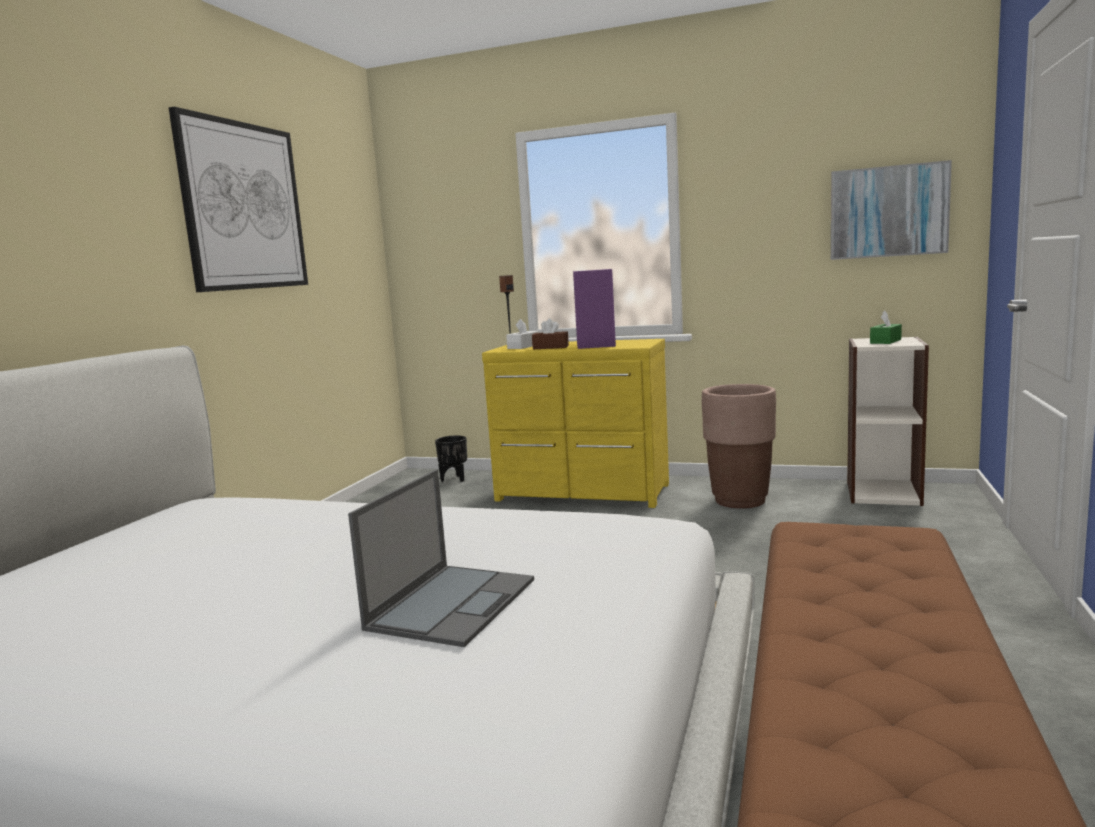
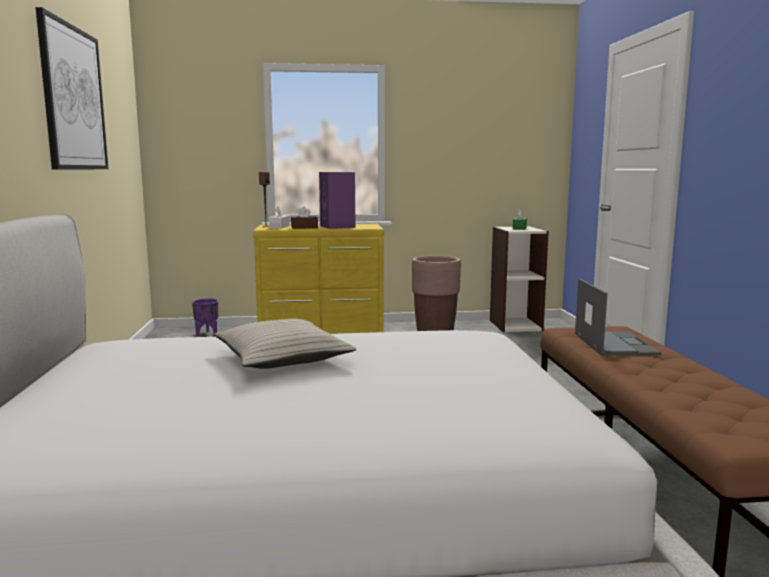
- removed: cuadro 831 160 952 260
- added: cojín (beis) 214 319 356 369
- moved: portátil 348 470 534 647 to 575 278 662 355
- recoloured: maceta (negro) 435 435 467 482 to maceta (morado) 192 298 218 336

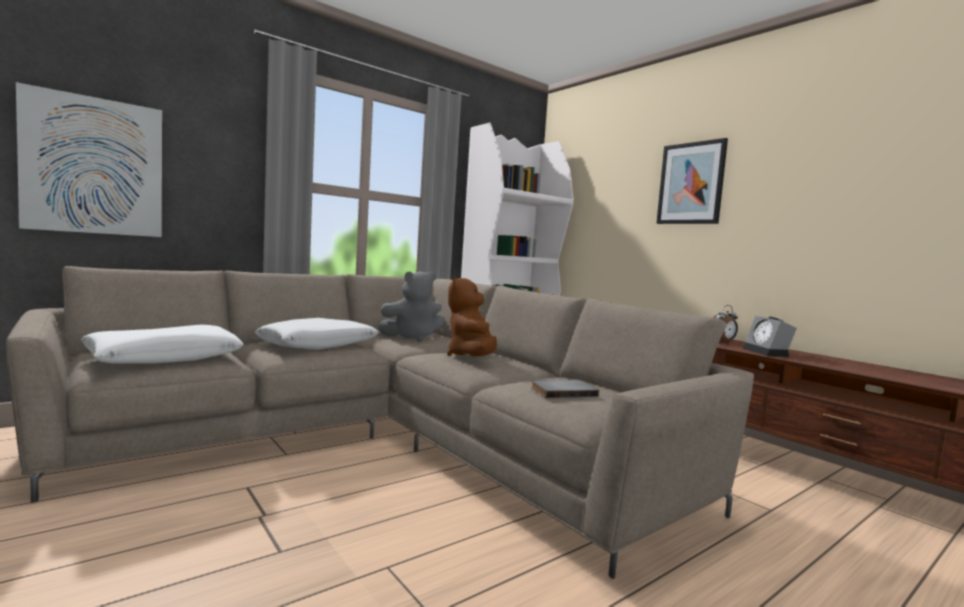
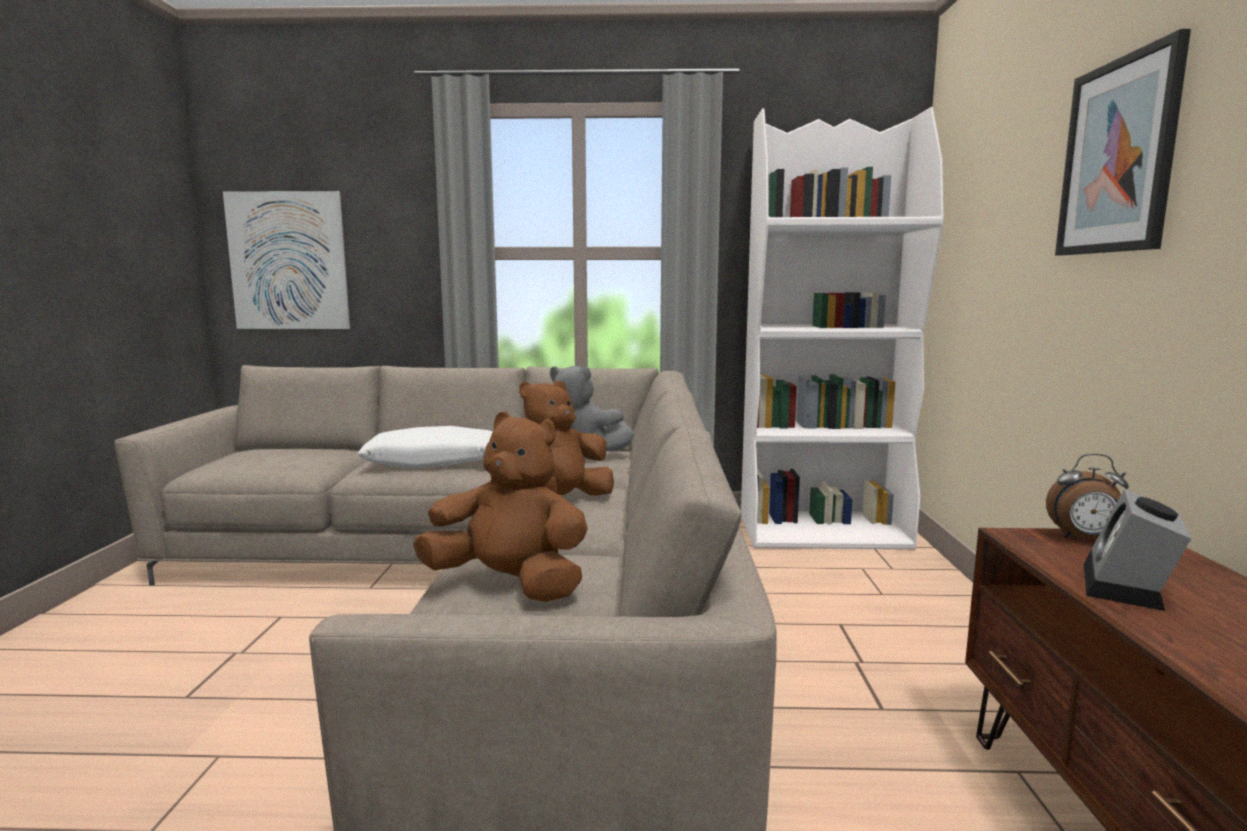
- removed: cojín (blanco) 81 325 244 364
- replaced: libro (gris) 531 380 599 398 to peluche (marrón) 413 412 588 602

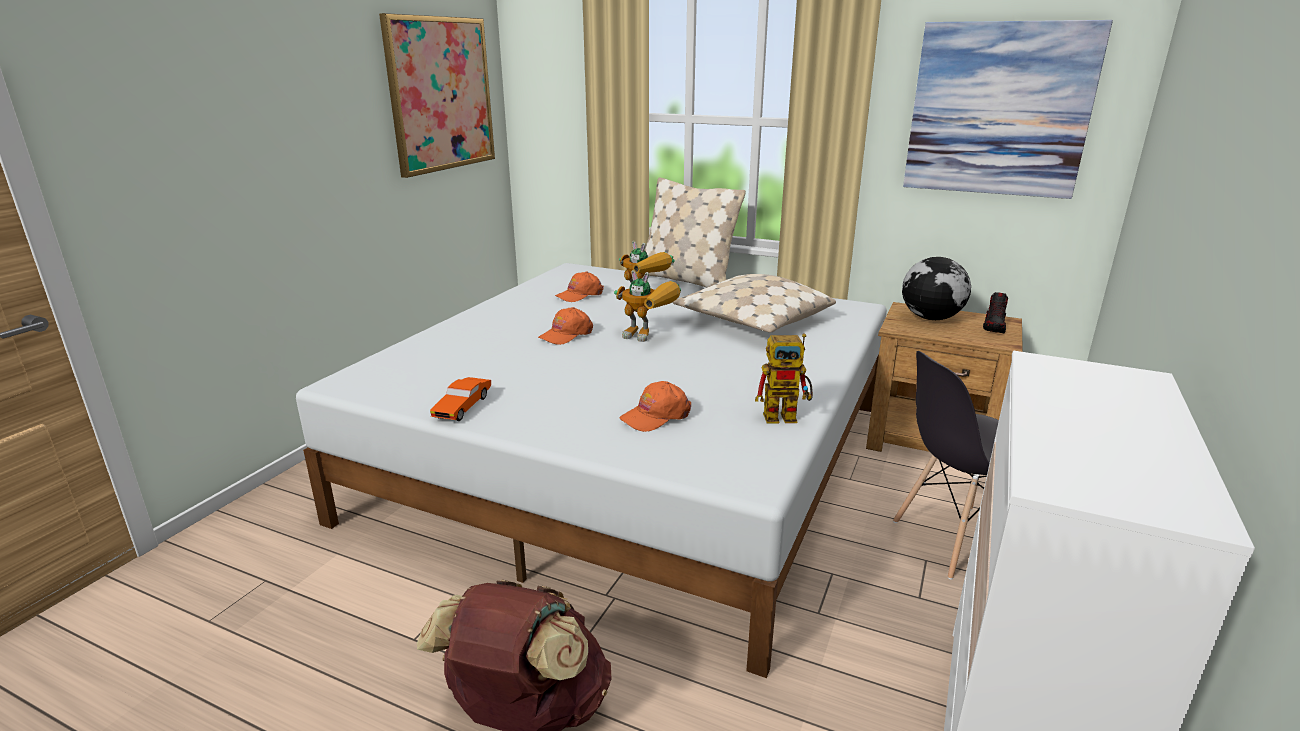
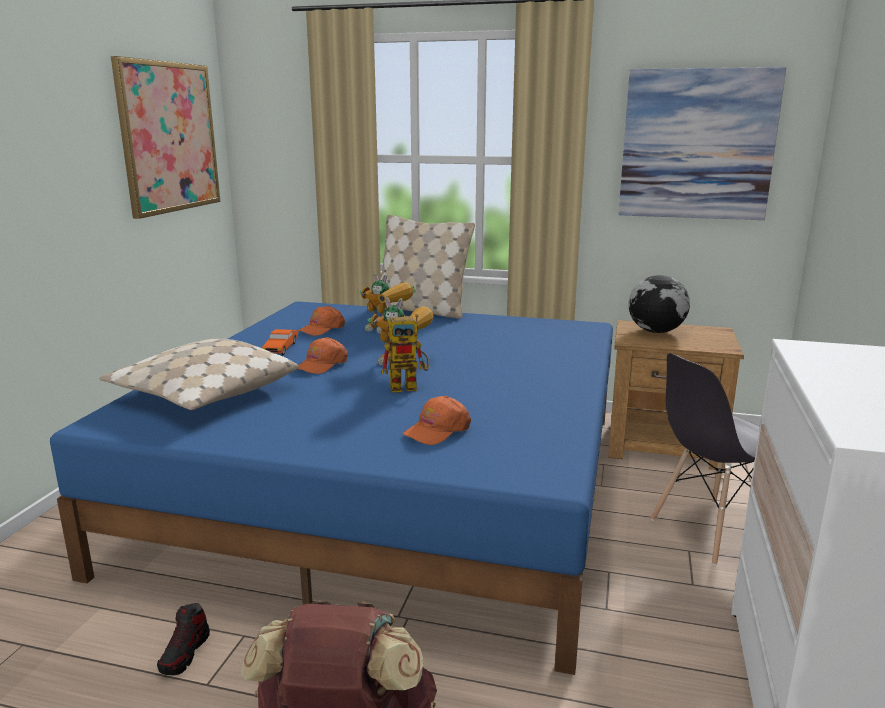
- moved: coche de juguete (naranja) 430 377 491 421 to 262 329 298 355
- moved: cojín (beis) 673 274 836 333 to 99 339 299 410
- moved: robot de juguete 755 334 813 424 to 381 314 429 393
- moved: zapato 983 292 1008 333 to 157 603 210 675
- recoloured: cama (blanco) 296 263 887 678 to cama (azul) 50 301 613 675

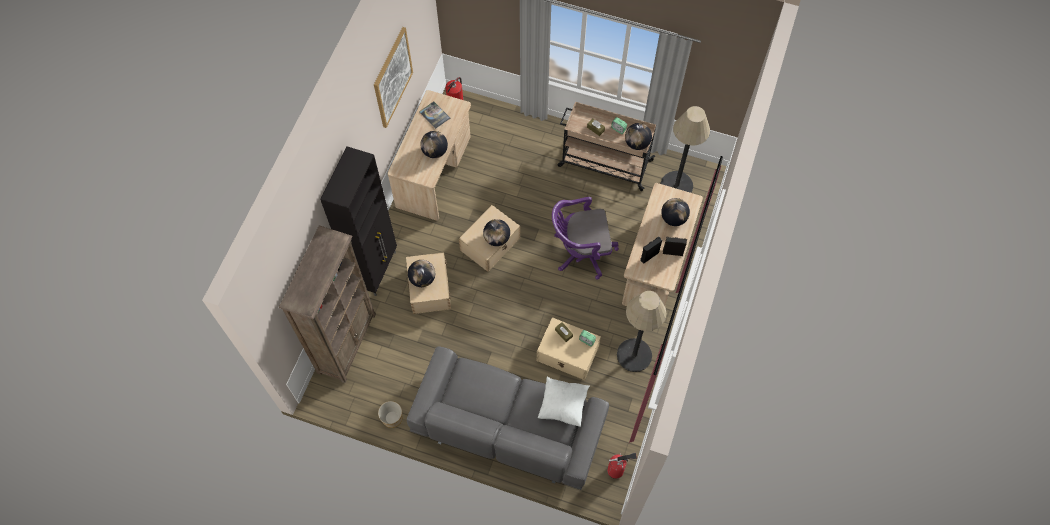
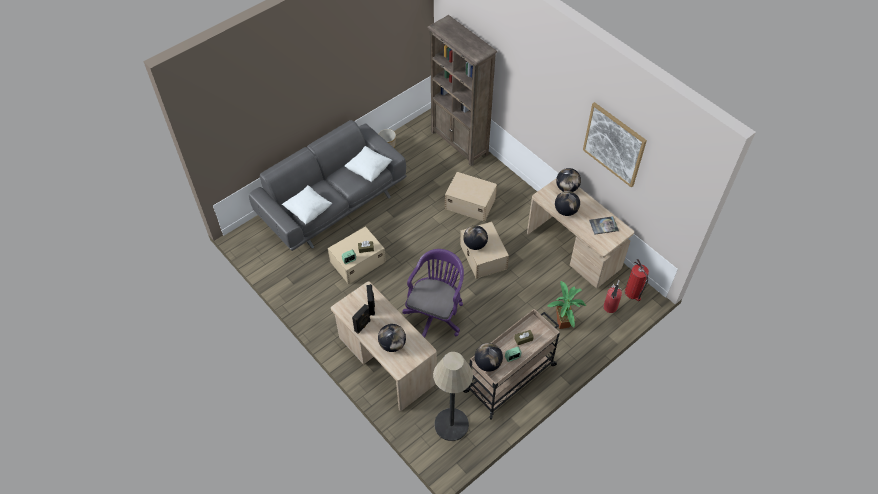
- removed: armario (negro) 320 146 397 296
- removed: lámpara de pie 617 291 667 372
- added: cojín (blanco) 345 146 392 182
- added: planta en maceta 548 281 586 329
- moved: globo terráqueo 408 260 435 287 to 556 168 581 192
- moved: extintor 607 453 637 479 to 603 280 622 313

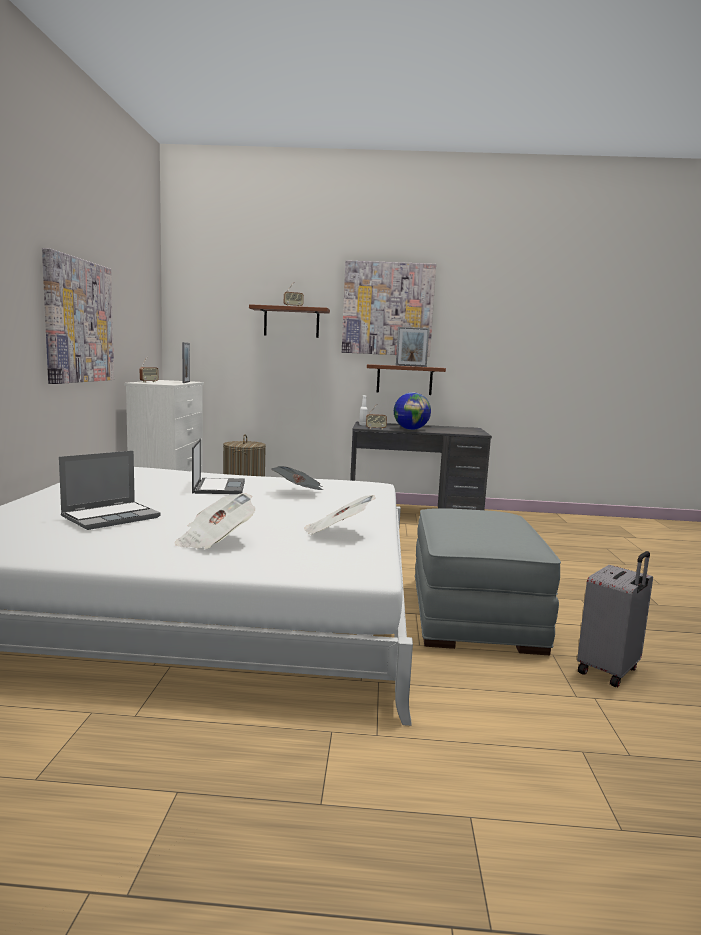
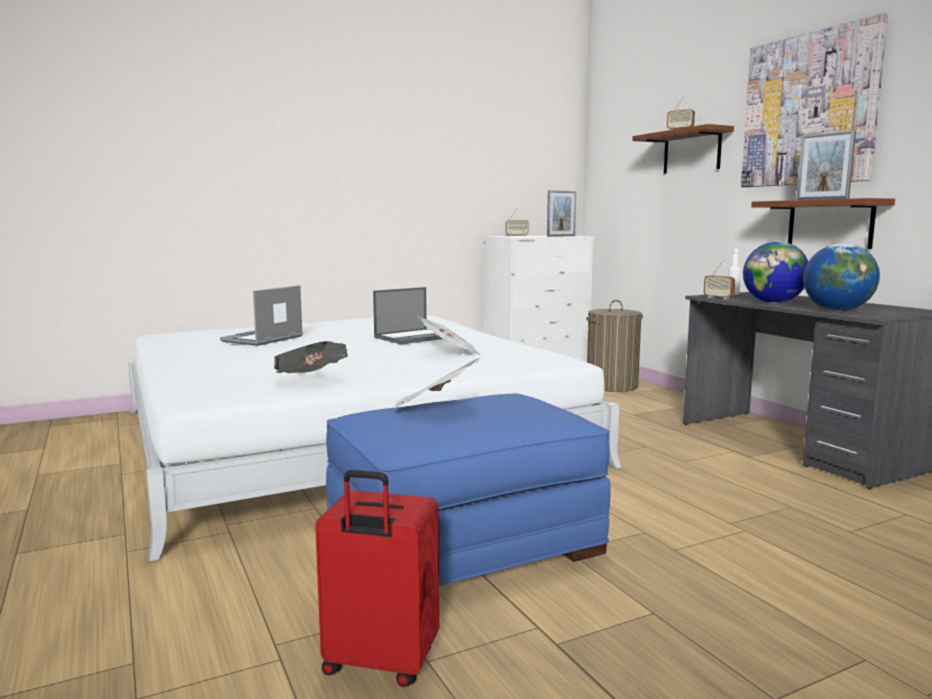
- removed: cuadro 42 248 114 384
- added: globo terráqueo 803 243 880 311
- moved: periódico 175 493 255 549 to 396 358 480 407
- recoloured: puf (gris) 415 508 561 655 to puf (azul) 326 394 611 586
- recoloured: maleta (gris) 577 551 653 688 to maleta (rojo) 315 470 439 687
- turned: portátil 59 451 161 530 = 220 285 303 346 105 degrees clockwise

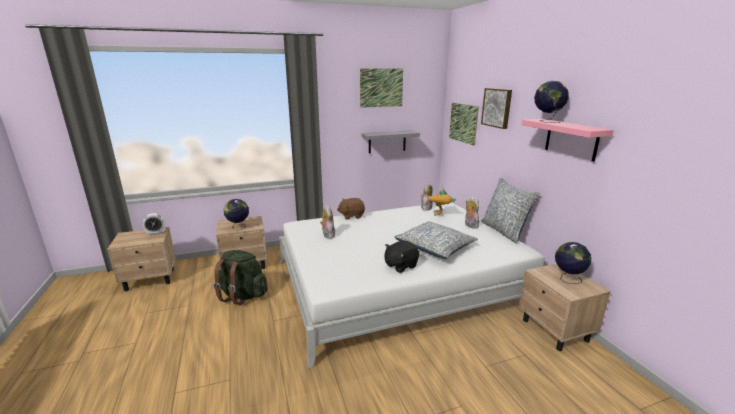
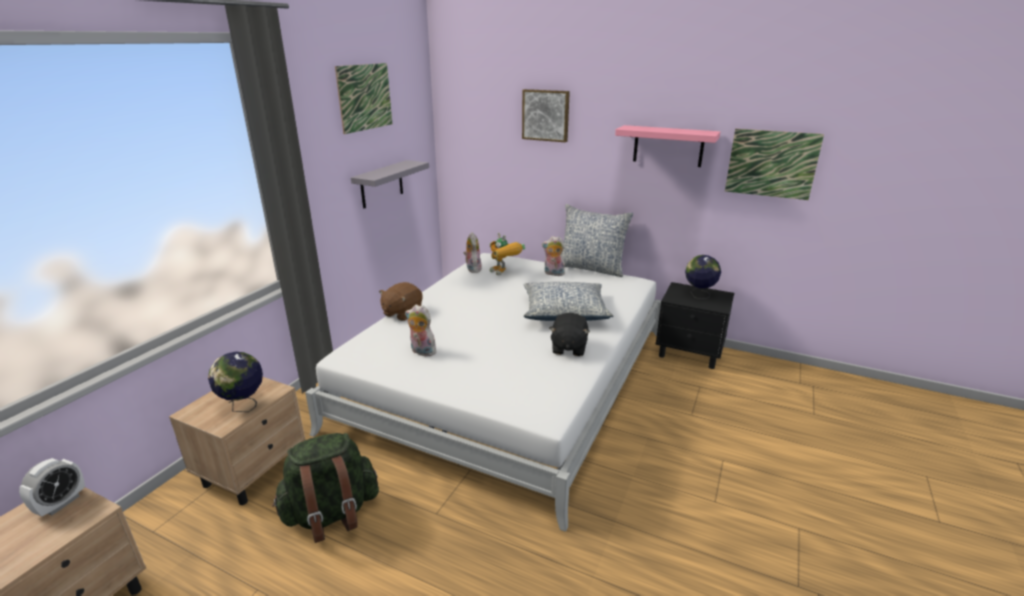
- removed: globo terráqueo 534 81 569 123
- moved: cuadro 449 103 479 146 to 725 129 824 200
- recoloured: mesita de noche (beis) 519 264 611 351 to mesita de noche (negro) 656 282 734 369

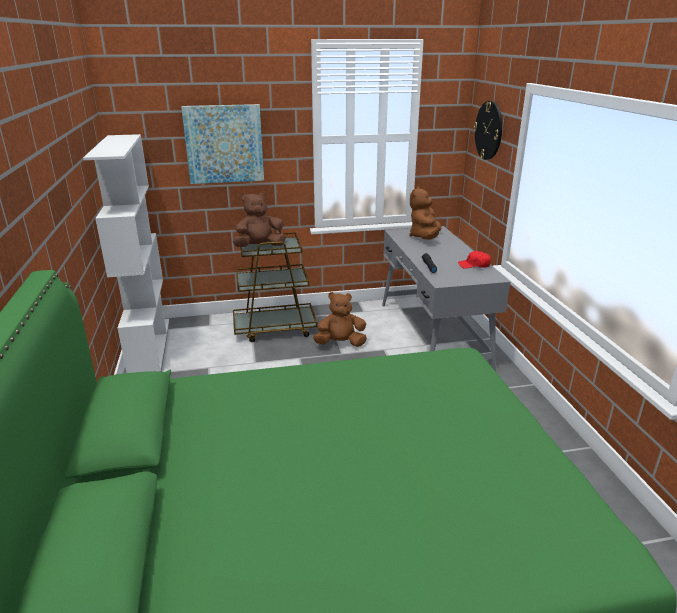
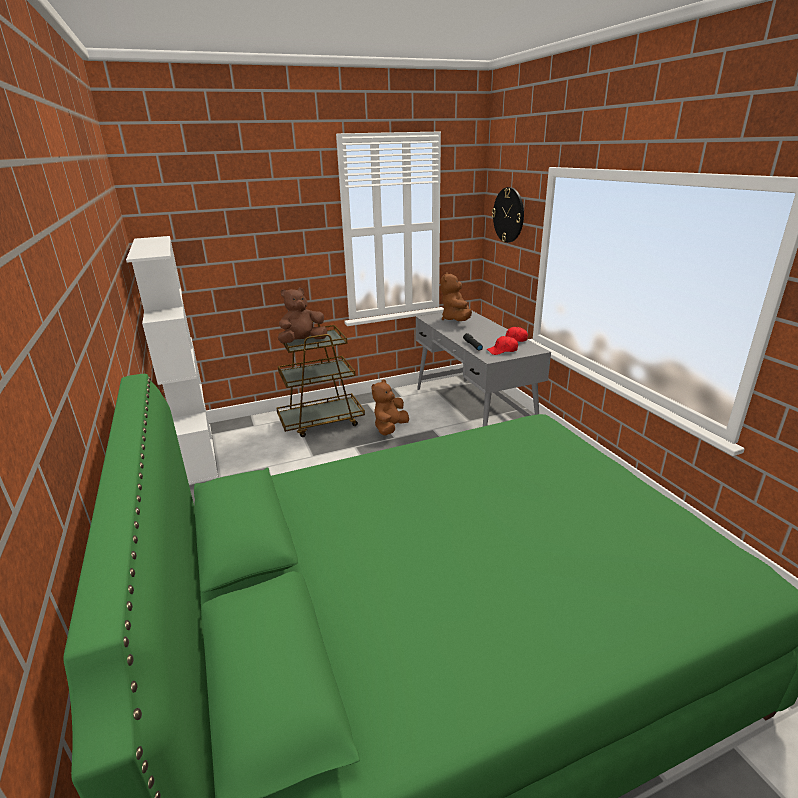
- removed: cuadro 181 104 264 184
- added: gorra (rojo) 487 336 518 355
- turned: peluche (marrón) 313 292 367 347 = 372 379 409 435 45 degrees counterclockwise

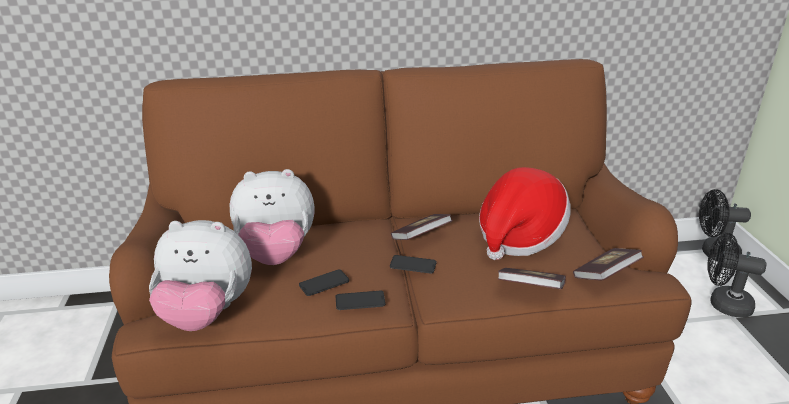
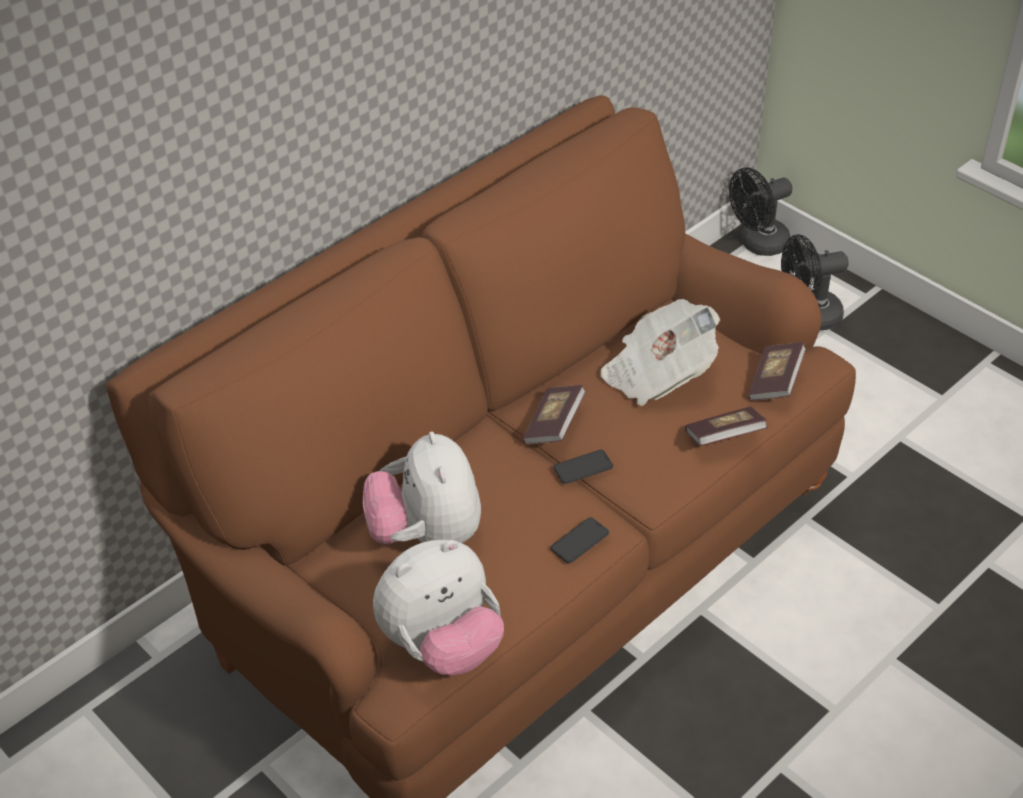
- removed: móvil 299 269 349 296
- replaced: sombrero 479 167 571 260 to periódico 600 299 720 406
- turned: peluche 229 169 315 265 = 363 432 481 544 120 degrees clockwise

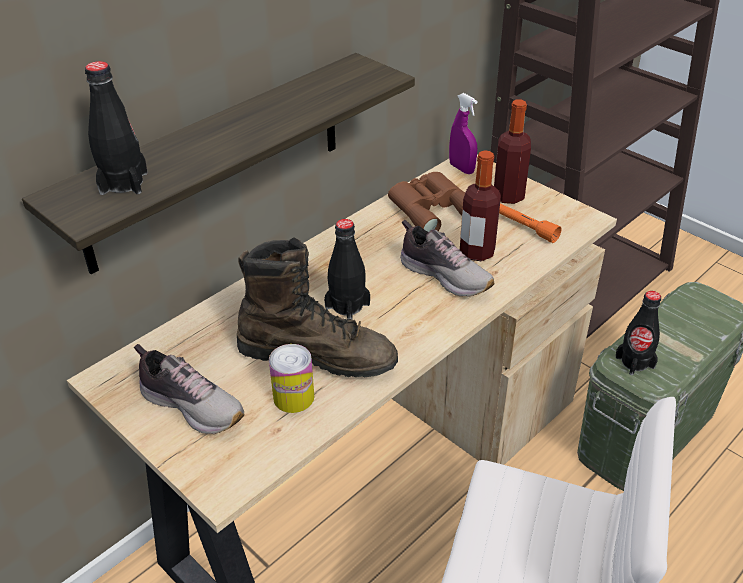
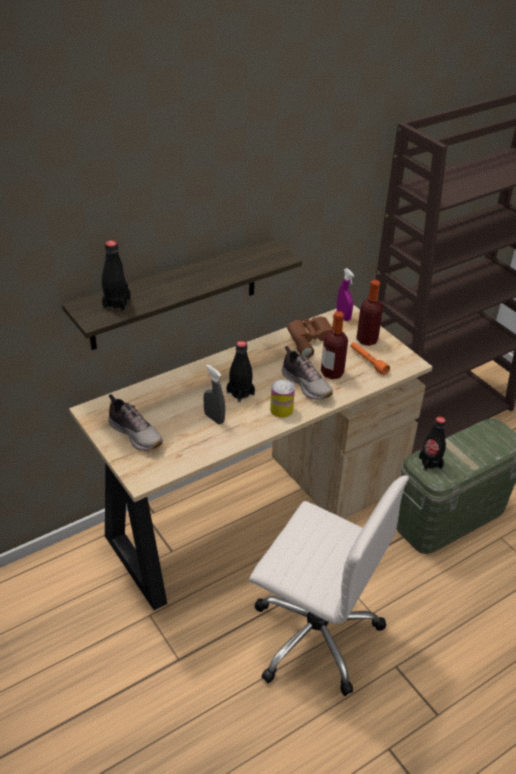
- moved: lata 269 344 314 413 to 270 379 295 418
- replaced: bota (marrón) 237 238 398 377 to pulverizador (gris) 203 364 225 424

